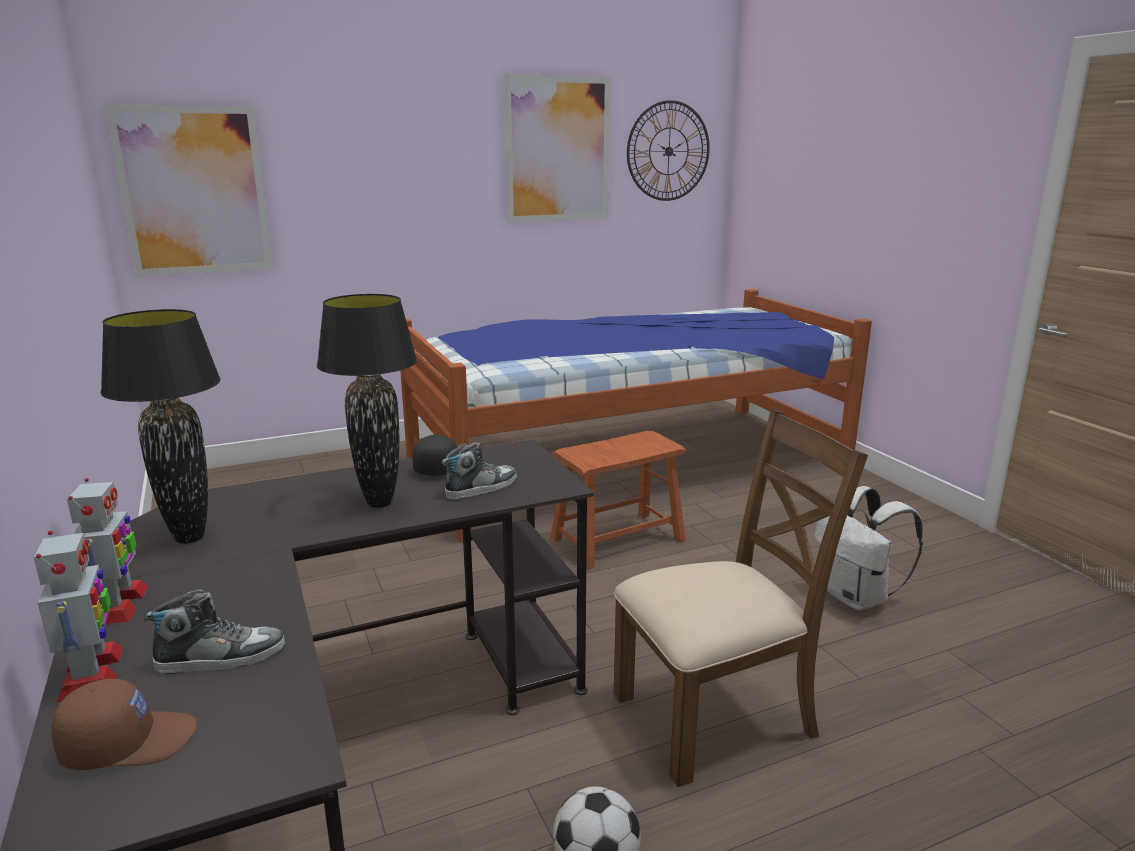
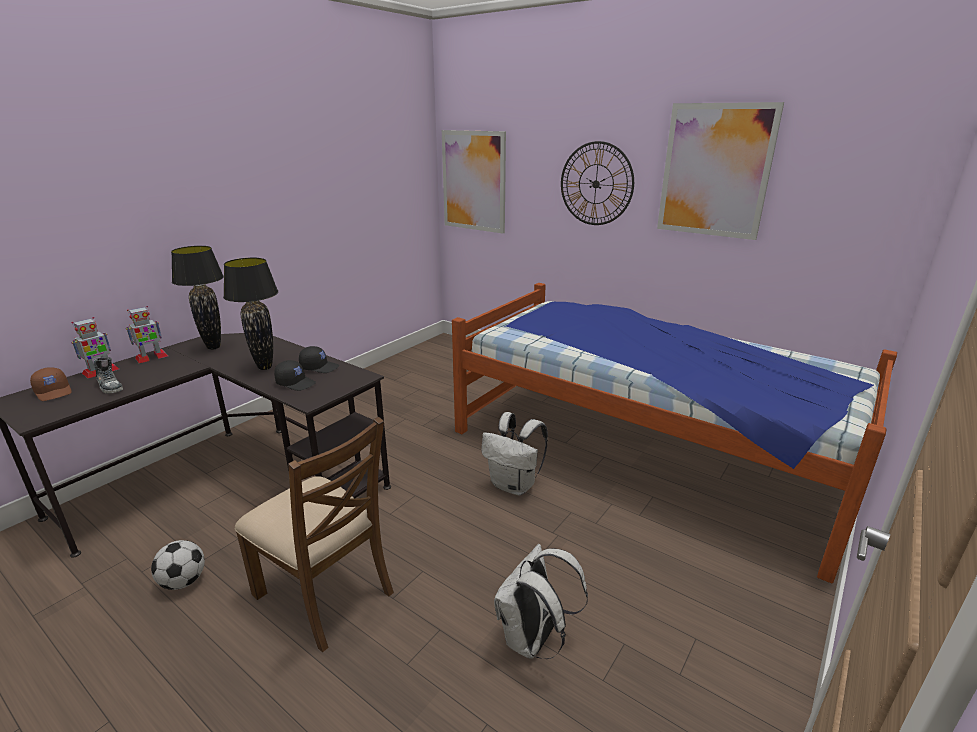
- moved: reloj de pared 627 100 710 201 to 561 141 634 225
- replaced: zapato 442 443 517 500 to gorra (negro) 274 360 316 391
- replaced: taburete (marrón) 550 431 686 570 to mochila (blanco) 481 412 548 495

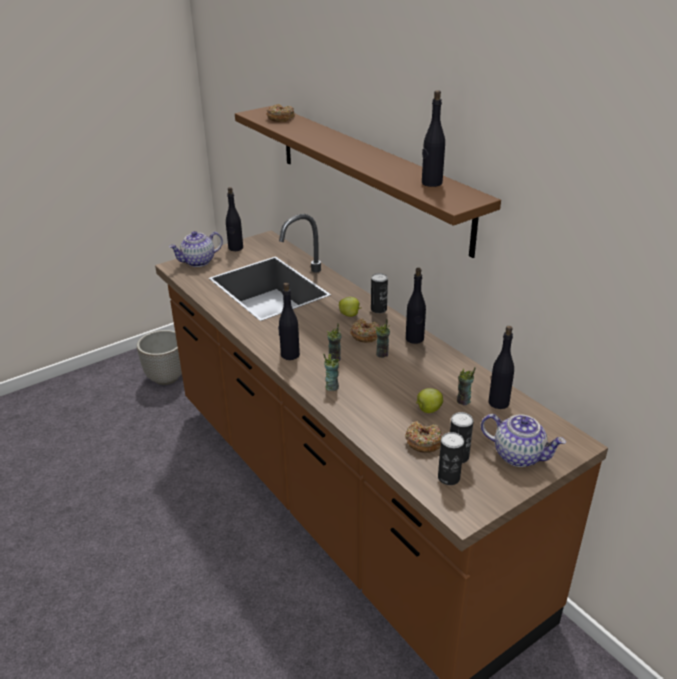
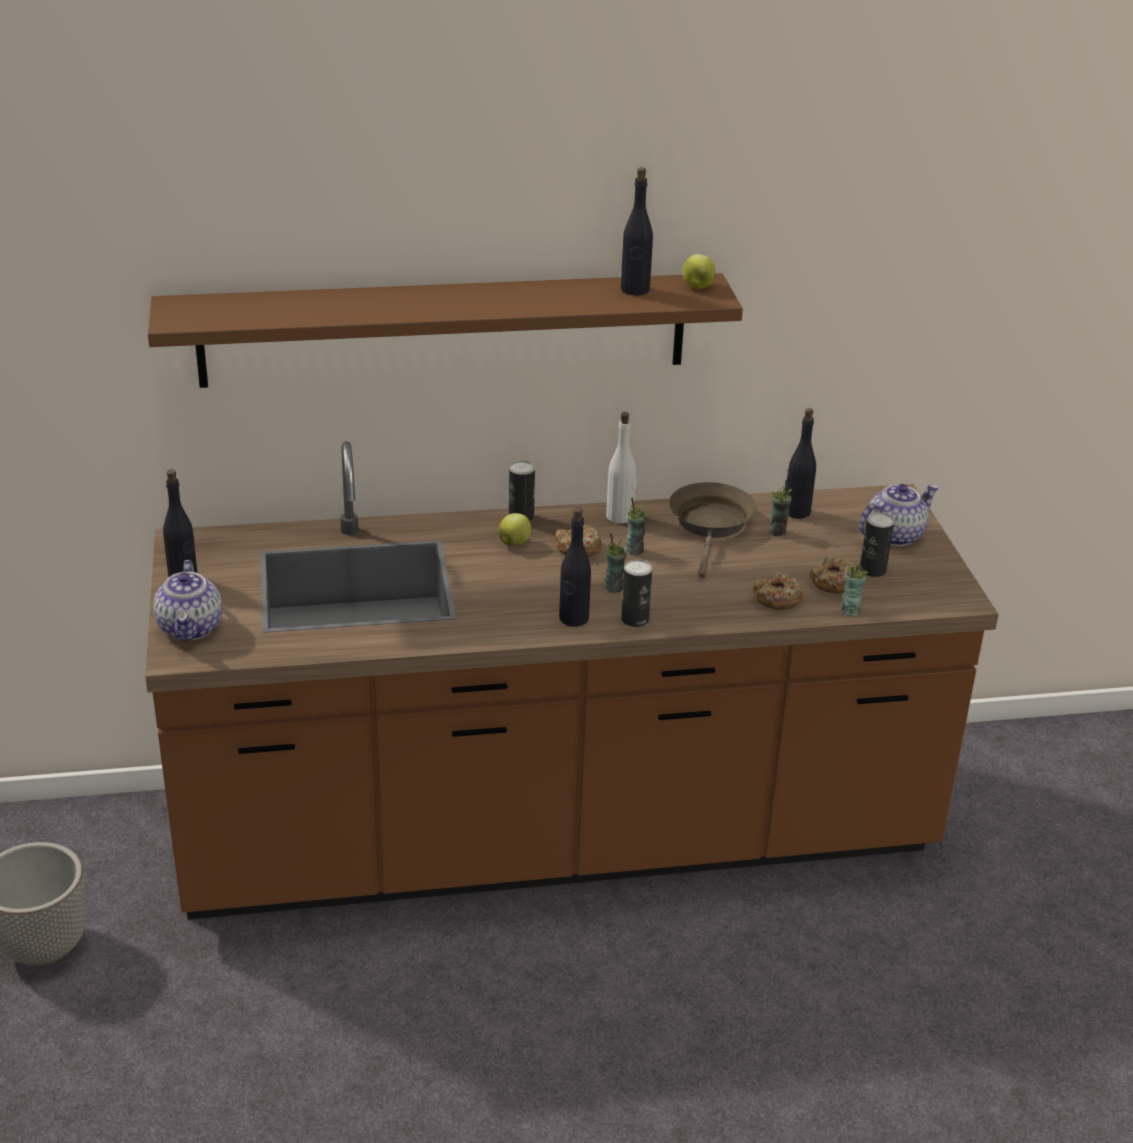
- added: sartén (marrón) 669 482 757 578
- moved: rosquilla 266 104 295 122 to 753 572 803 610
- moved: taza 323 353 339 391 to 842 564 868 617
- moved: manzana 416 388 443 413 to 682 254 715 289
- moved: lata 438 432 464 485 to 621 559 652 627
- recoloured: botella (negro) 406 268 426 344 to botella (blanco) 606 412 636 524

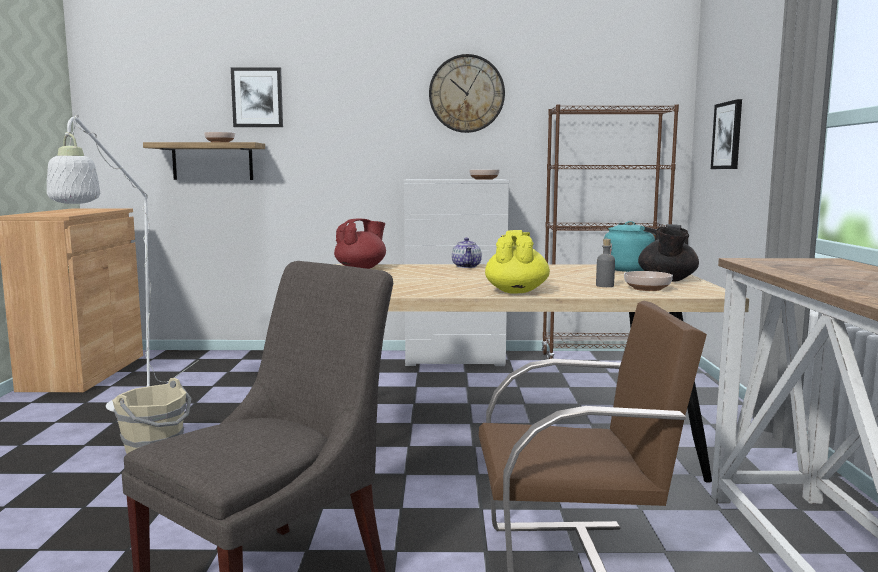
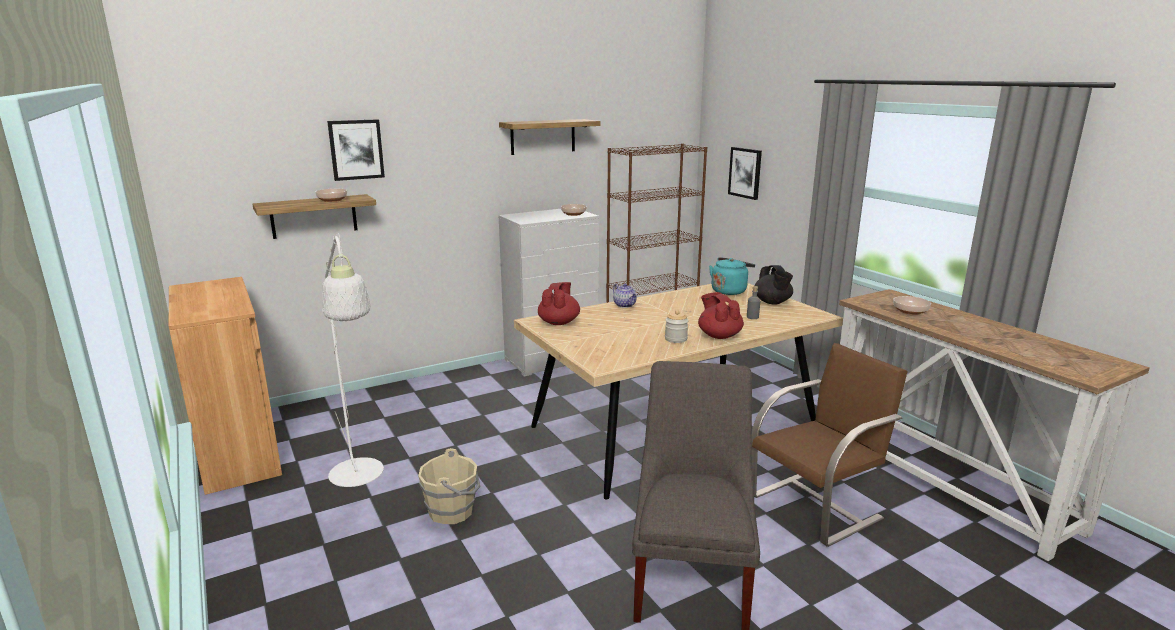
- added: tarro 665 310 688 343
- moved: cuenco 624 271 673 291 to 893 296 931 315
- replaced: reloj de pared 429 54 505 133 to estante 499 119 601 155
- recoloured: tetera (amarillo) 485 230 550 294 to tetera (rojo) 698 292 744 339

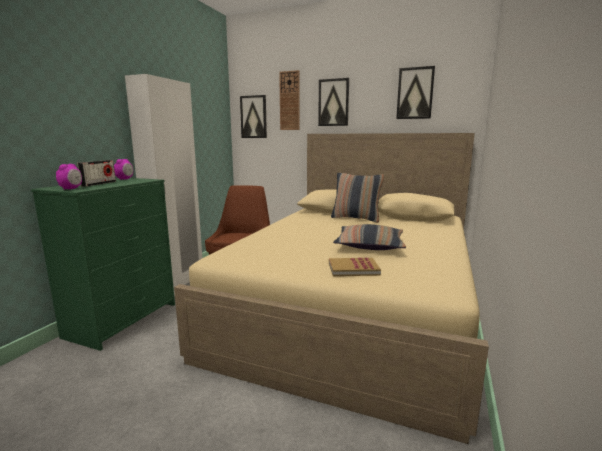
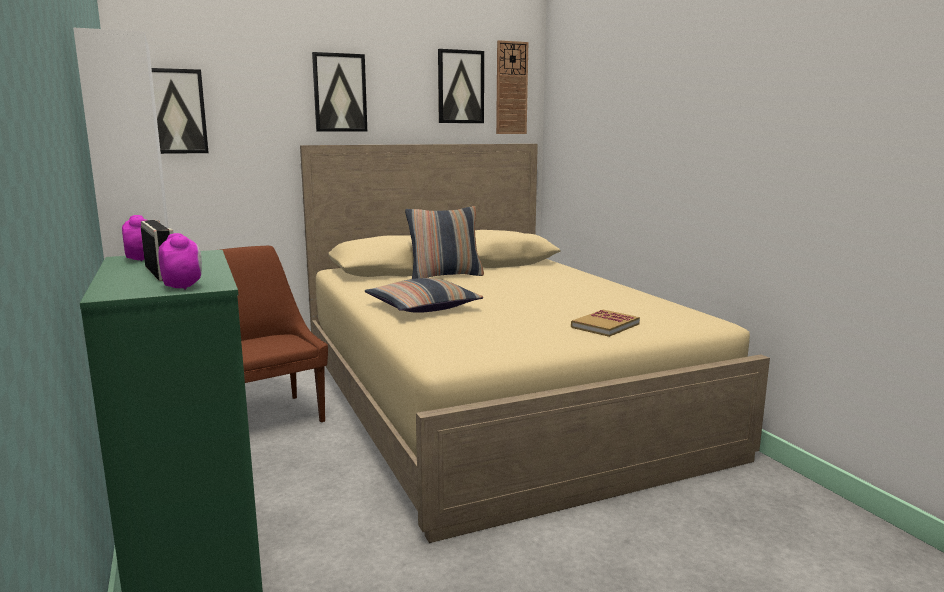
- moved: reloj de pared 279 70 300 130 to 496 40 528 134
- moved: cojín 333 224 406 250 to 365 278 483 313

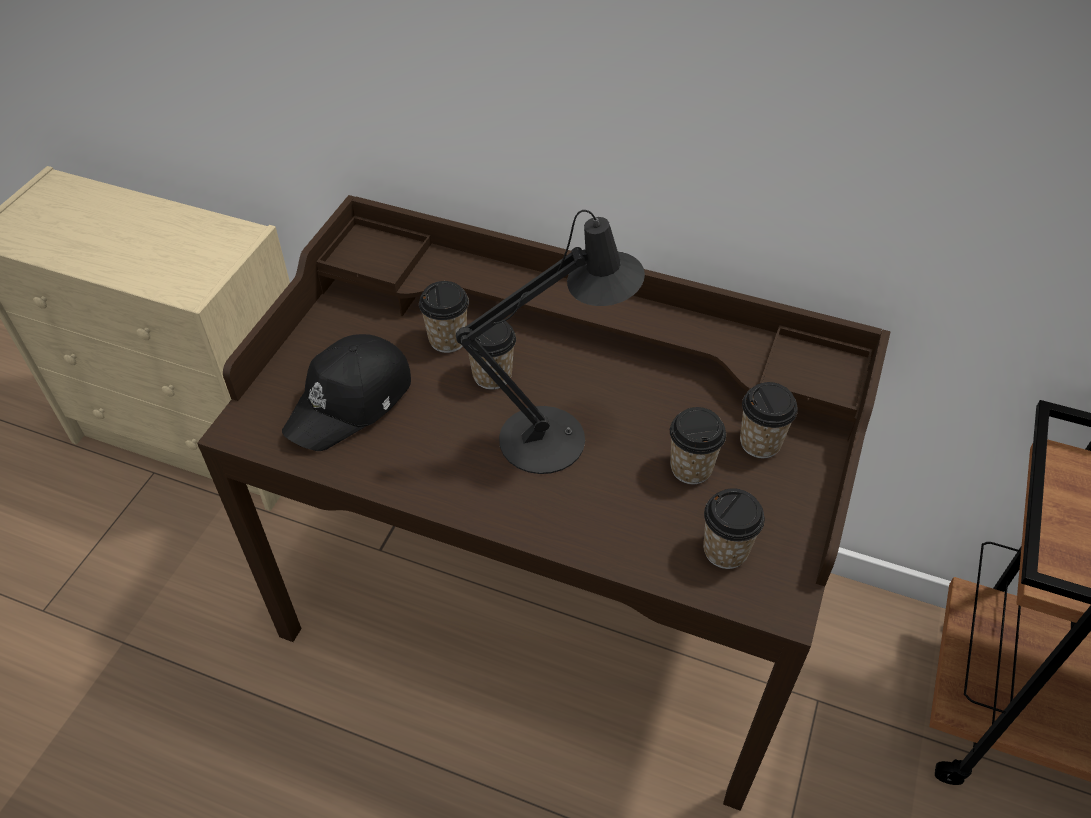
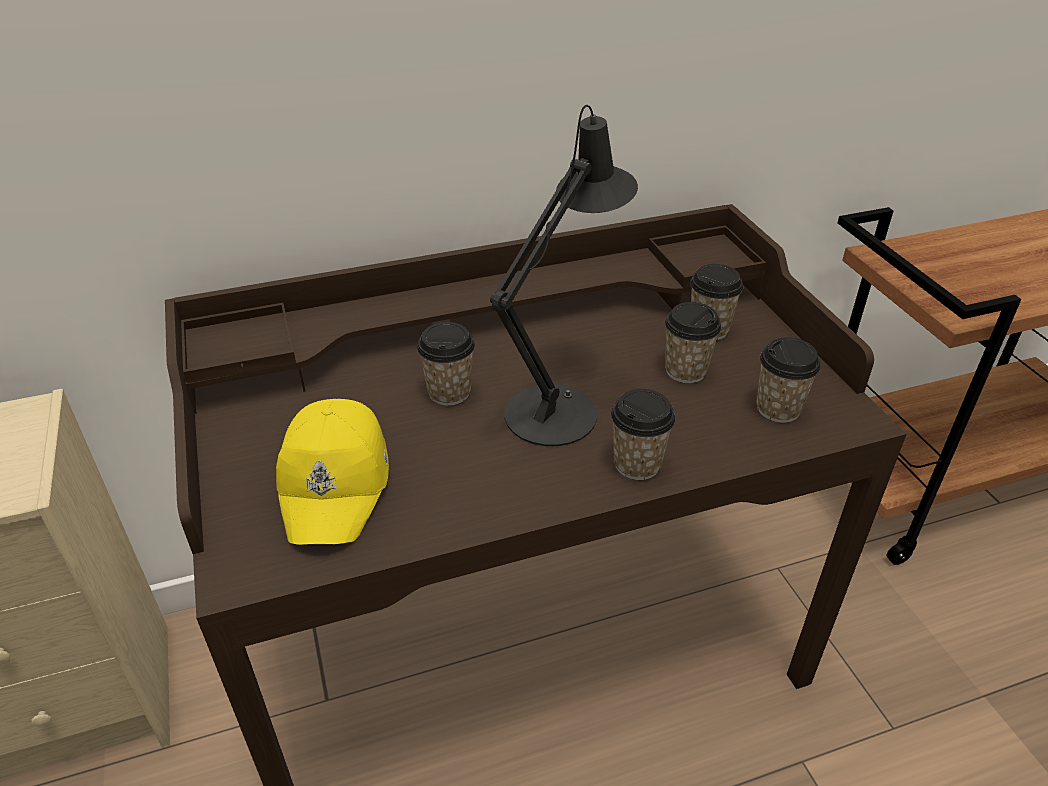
- moved: taza 419 281 469 353 to 611 389 675 480
- recoloured: gorra (negro) 282 334 411 451 to gorra (amarillo) 276 399 389 545

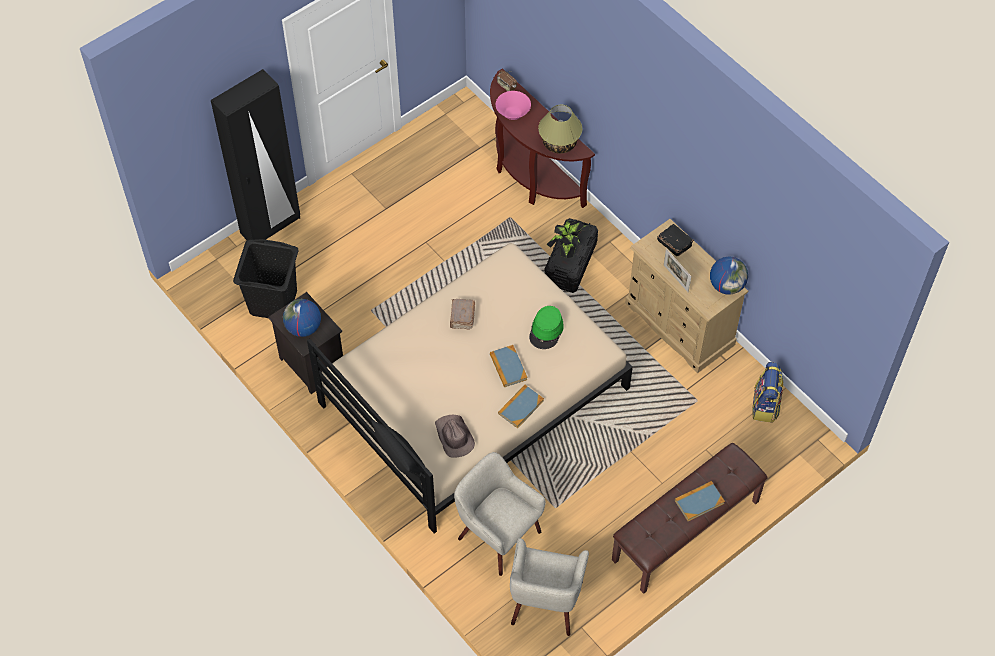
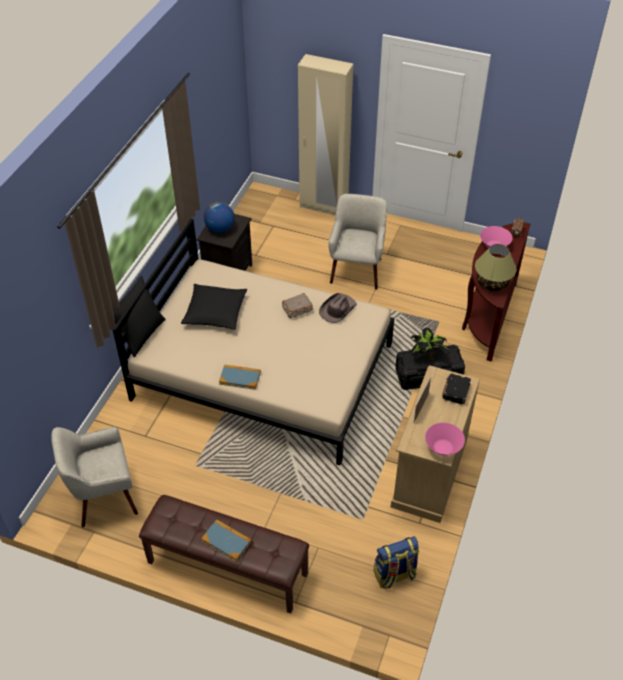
- removed: cesto de la ropa (negro) 233 239 299 318
- removed: libro 490 345 528 387
- removed: sombrero (verde) 529 306 564 349
- added: cojín (negro) 181 284 247 330
- moved: sombrero (marrón) 435 415 475 458 to 319 293 357 323
- moved: sillón (beis) 454 452 546 576 to 328 194 387 289
- replaced: globo terráqueo 710 257 748 295 to cuenco (rosa) 425 423 465 455
- recoloured: armario ropero (negro) 211 69 300 240 to armario ropero (beis) 298 54 353 216

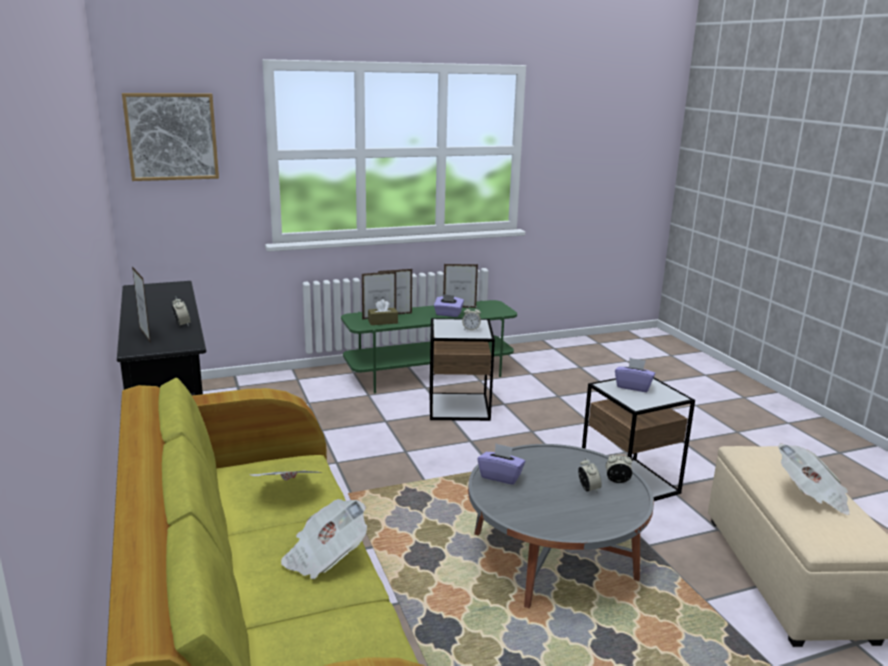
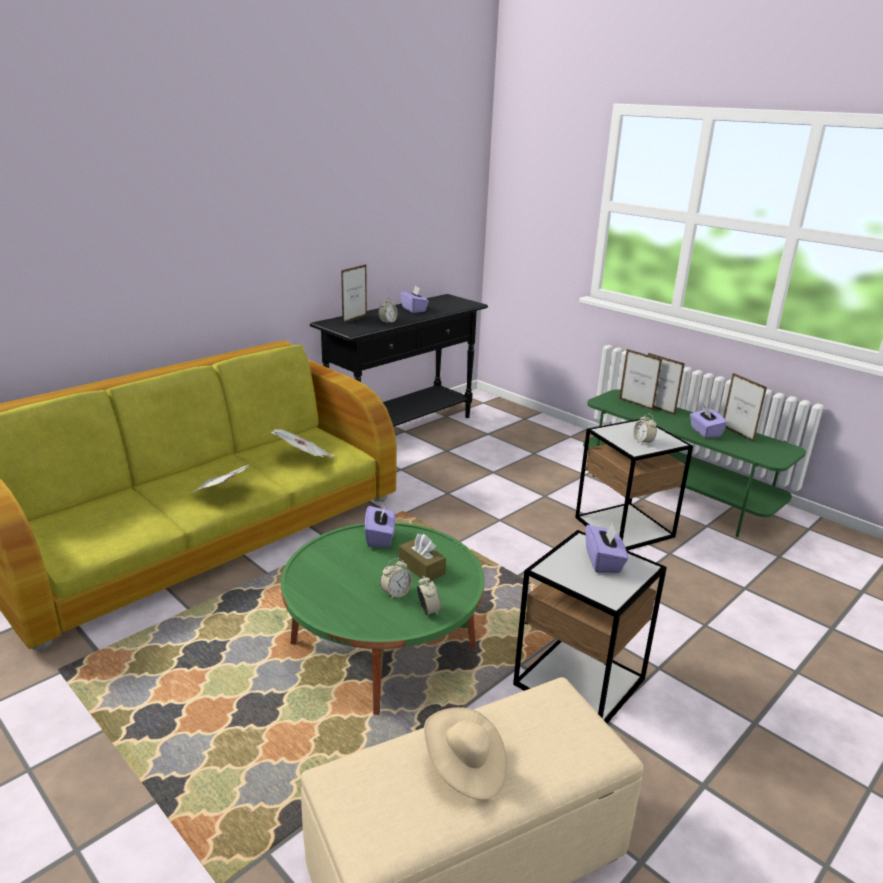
- removed: cuadro 122 93 219 181
- added: caja de pañuelos (morado) 400 286 429 313
- moved: caja de pañuelos (marrón) 368 299 398 325 to 399 534 446 582
- replaced: periódico 778 443 850 515 to sombrero (beis) 424 707 507 800
- recoloured: mesa de centro (gris) 468 444 654 608 to mesa de centro (verde) 281 522 485 715

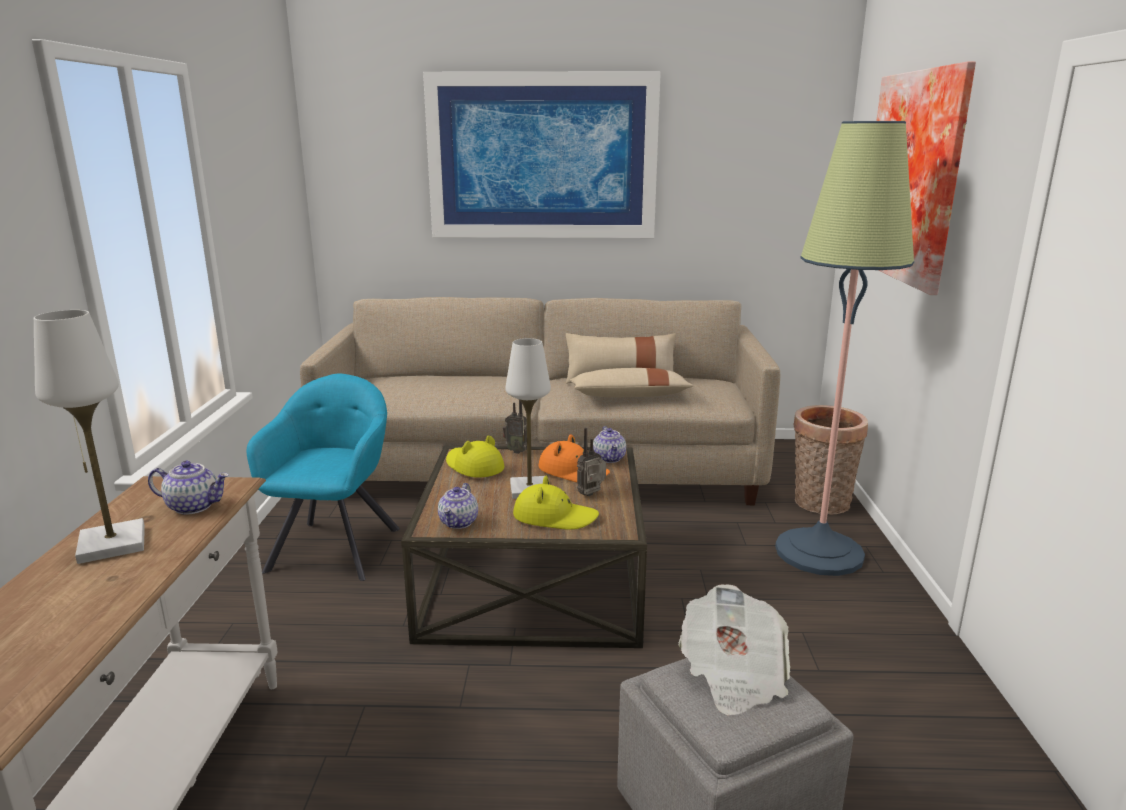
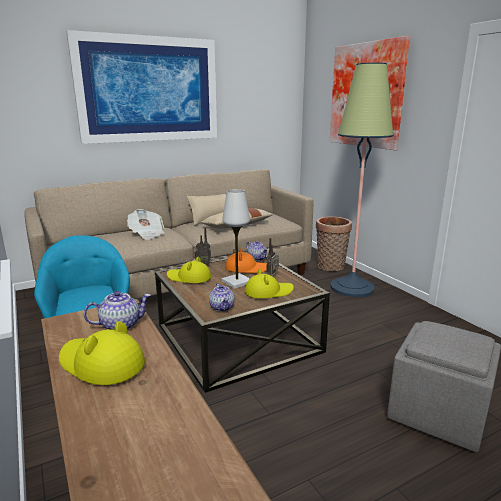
- moved: periódico 678 584 790 715 to 127 209 164 240
- replaced: lámpara de mesa (blanco) 34 310 145 564 to sombrero (amarillo) 59 321 145 385

